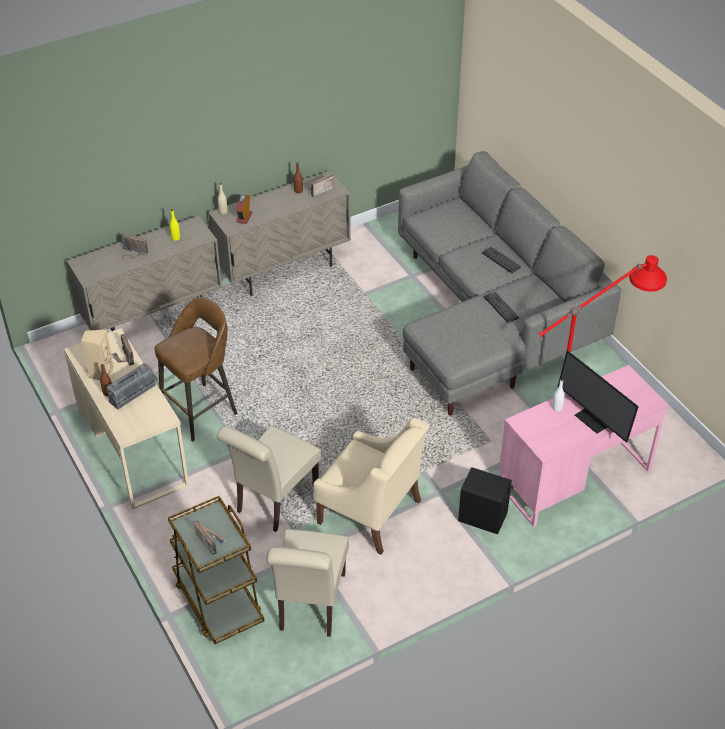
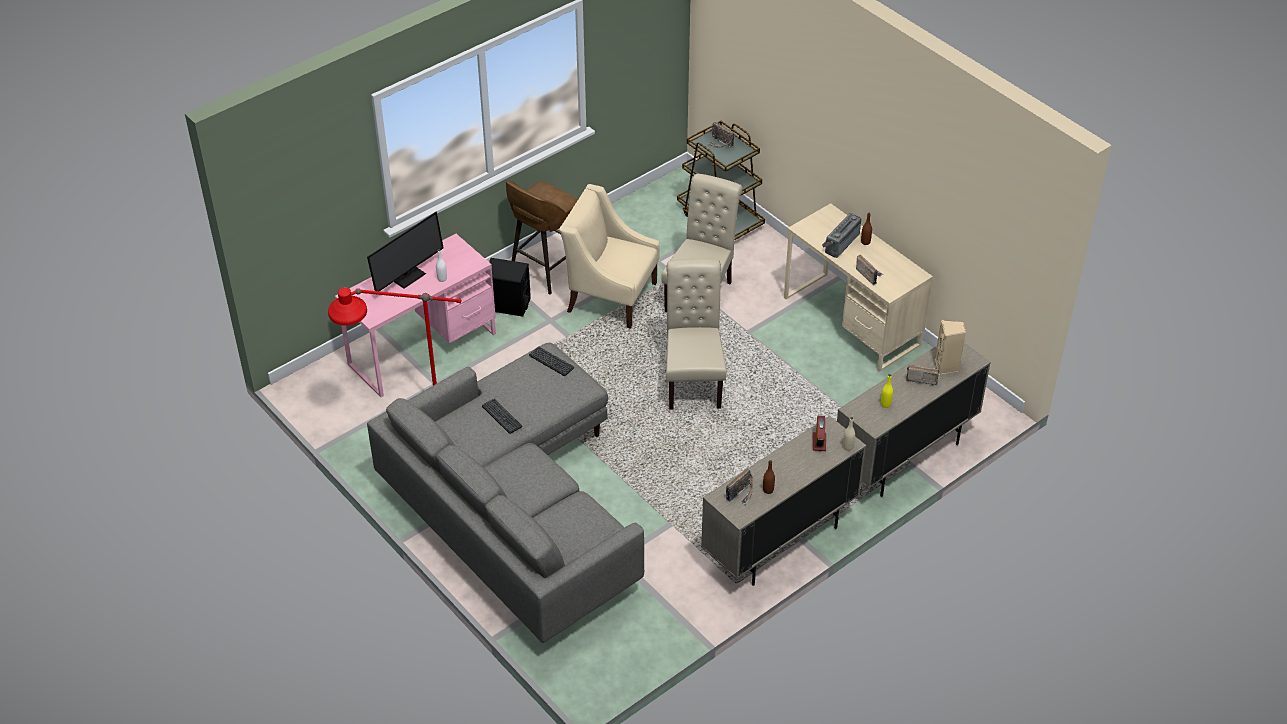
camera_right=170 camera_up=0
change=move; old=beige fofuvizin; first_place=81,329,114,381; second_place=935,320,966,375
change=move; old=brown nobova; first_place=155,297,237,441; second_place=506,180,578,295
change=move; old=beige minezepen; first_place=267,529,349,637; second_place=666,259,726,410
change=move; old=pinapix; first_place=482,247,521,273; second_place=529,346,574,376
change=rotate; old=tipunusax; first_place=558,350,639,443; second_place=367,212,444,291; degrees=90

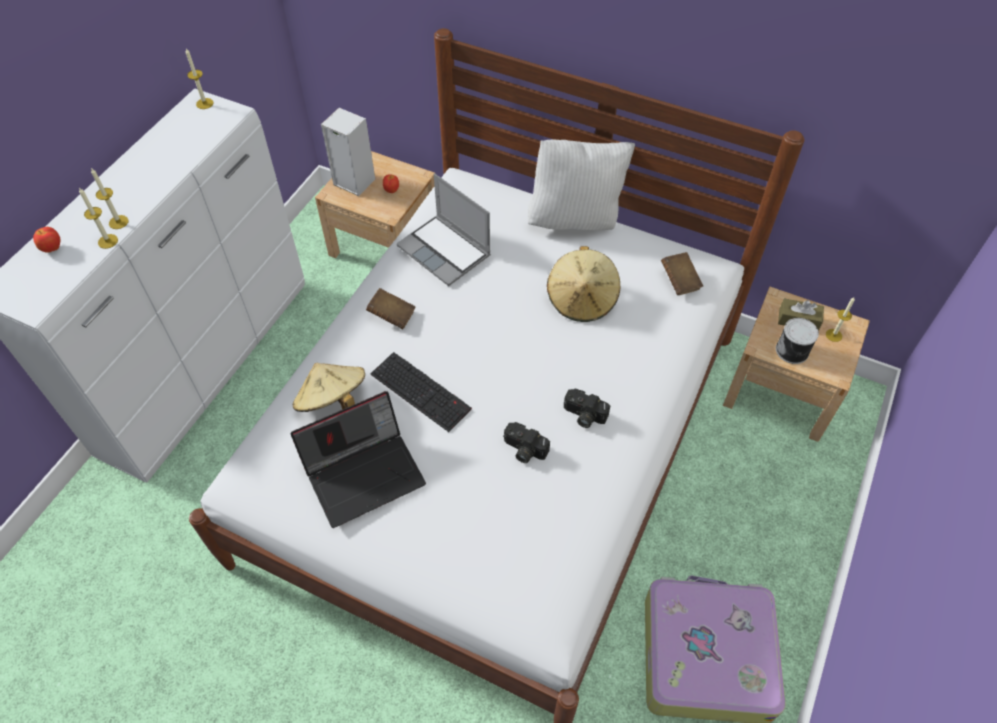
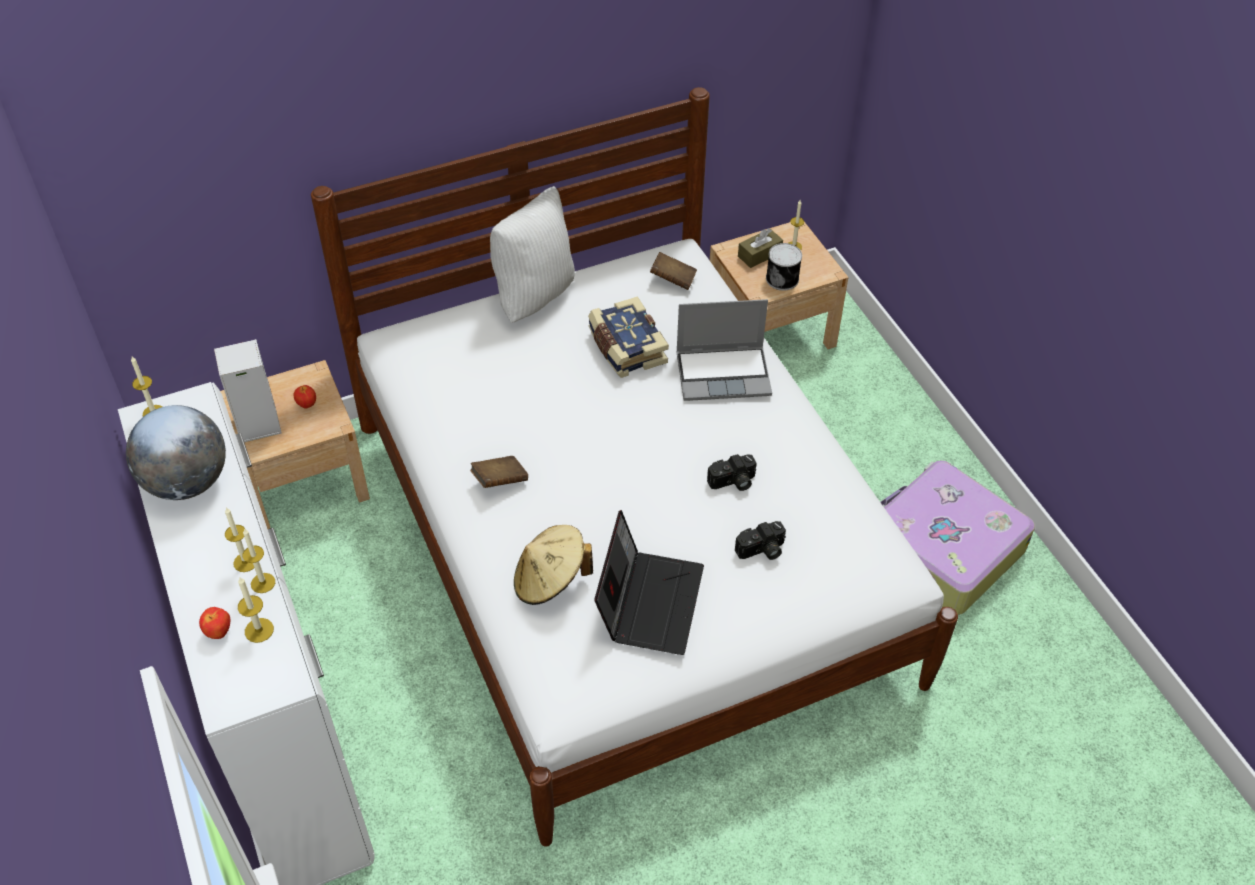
camera_right=-50 camera_up=-5
change=delete; old=pinapix; first_place=370,352,472,432
change=move; old=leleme; first_place=396,173,491,286; second_place=676,299,772,401
change=replace; old=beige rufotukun; new=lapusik; first_place=547,246,620,322; second_place=588,296,669,378
change=move; old=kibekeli; first_place=564,389,610,428; second_place=735,521,786,560
change=insert; new=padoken; second_place=126,405,226,500
change=insert; new=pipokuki; second_place=238,577,274,643

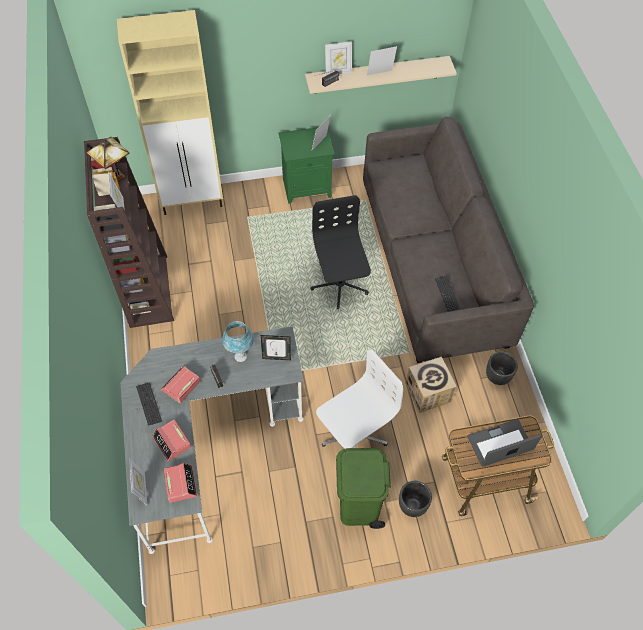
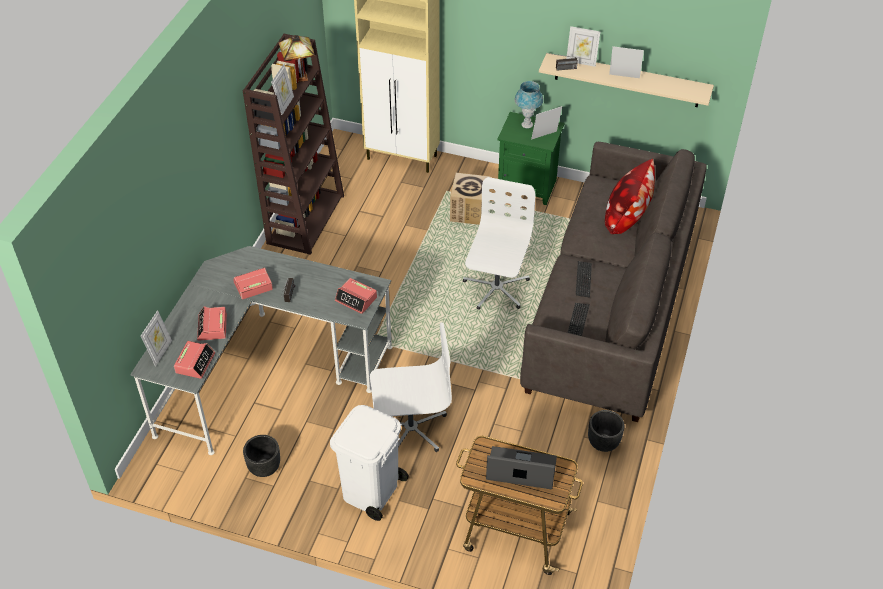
camera_right=30 camera_up=-10
change=move; old=pinapix; first_place=136,382,162,426; second_place=576,261,592,298
change=move; old=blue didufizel; first_place=222,321,254,362; second_place=515,81,543,128
change=replace; old=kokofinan; new=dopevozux; first_place=261,335,291,360; second_place=335,278,377,314
change=recolor; old=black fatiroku; new=white fatiroku; first_place=311,195,371,309; second_place=463,177,536,310
change=recolor; old=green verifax; new=white verifax; first_place=336,448,391,529; second_place=330,405,409,521
change=move; old=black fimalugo; first_place=399,481,432,517; second_place=243,435,280,477
change=move; old=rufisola; first_place=406,357,457,413; second_place=450,173,491,225
change=insert; new=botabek; second_place=605,159,655,234

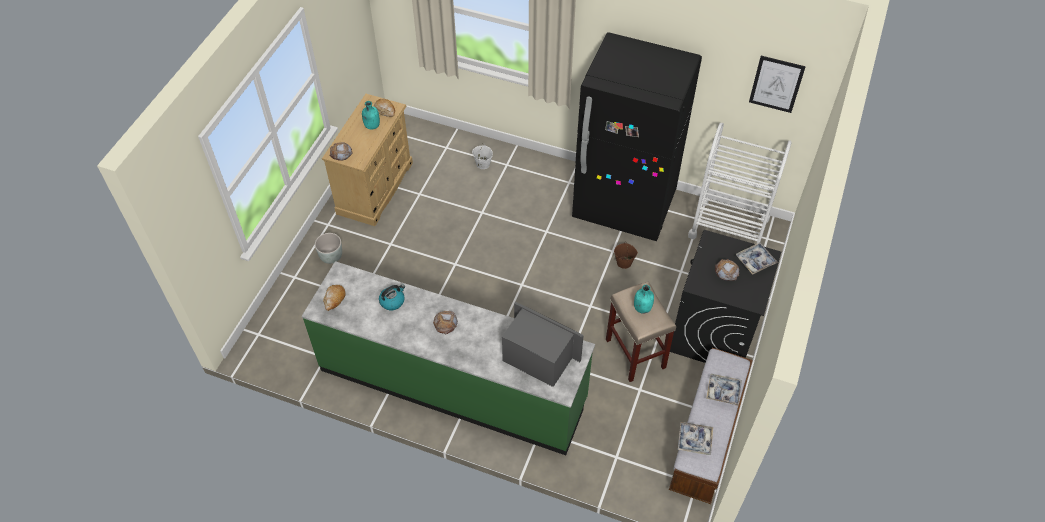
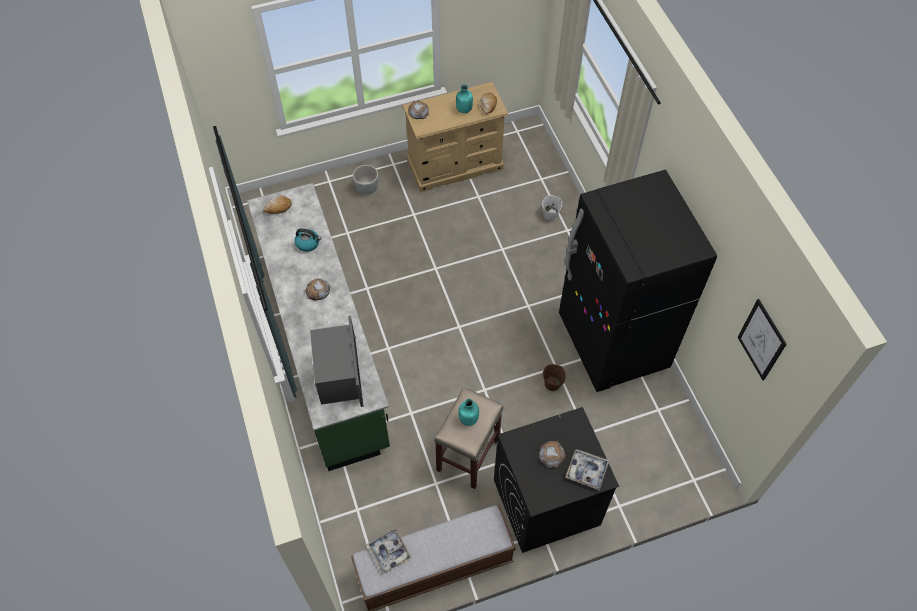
camera_right=50 camera_up=5
change=delete; old=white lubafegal; first_place=688,123,792,244
change=delete; old=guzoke; first_place=706,374,742,406

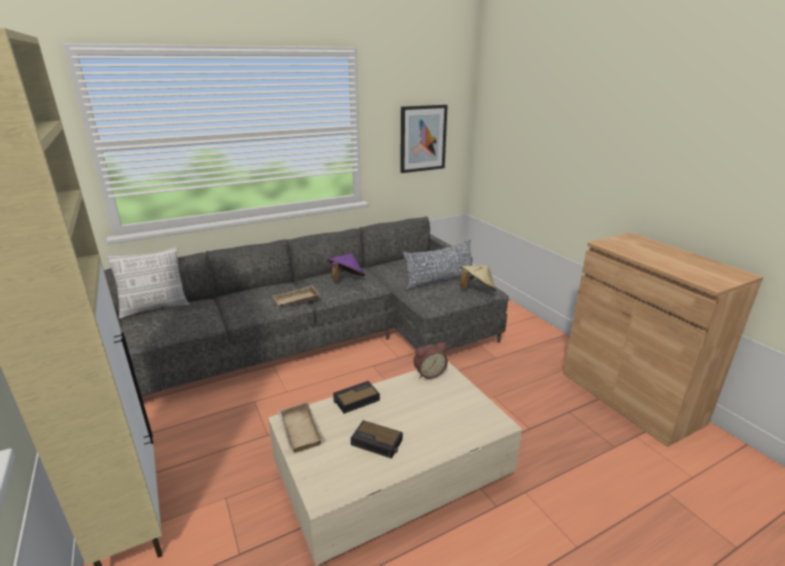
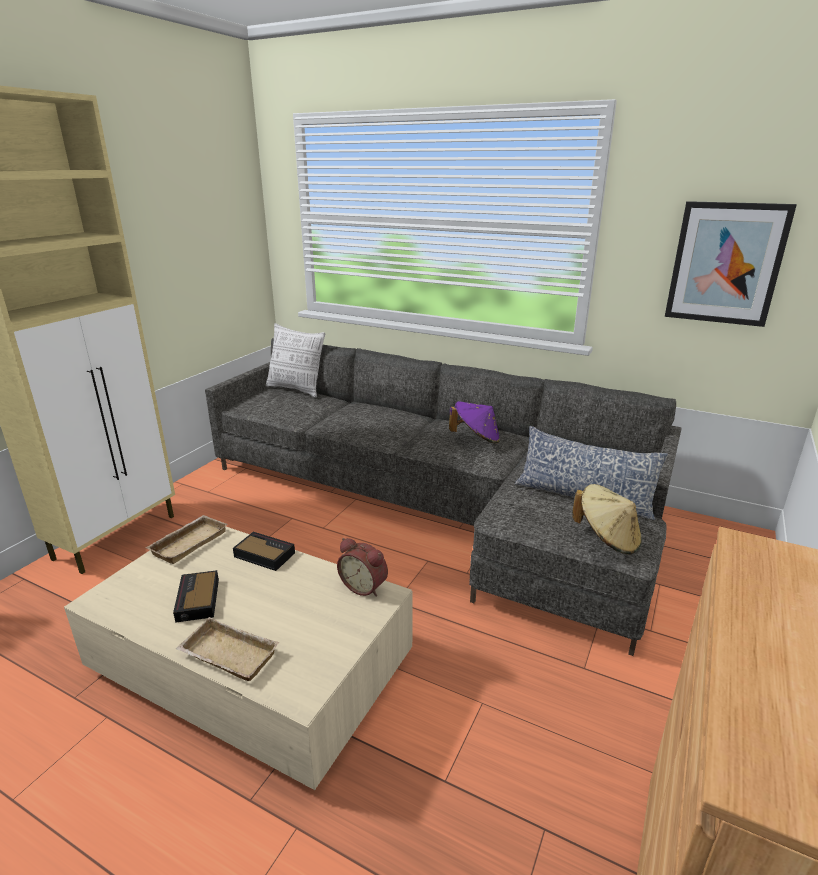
camera_right=55 camera_up=0
change=move; old=beige guzoke; first_place=272,285,319,307; second_place=176,617,279,681

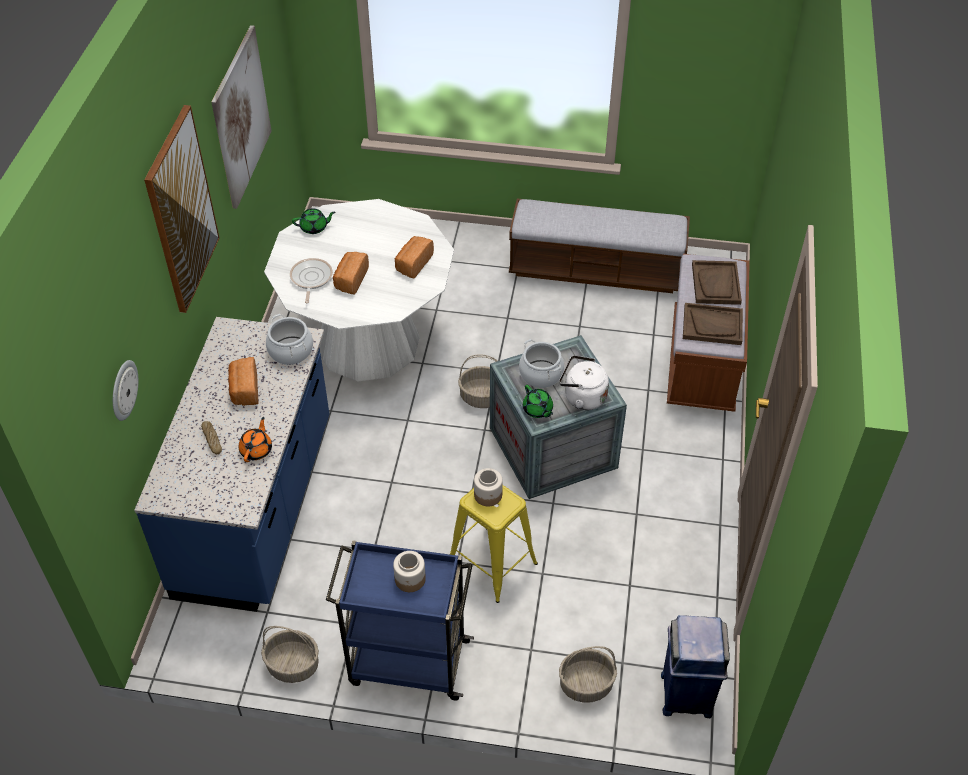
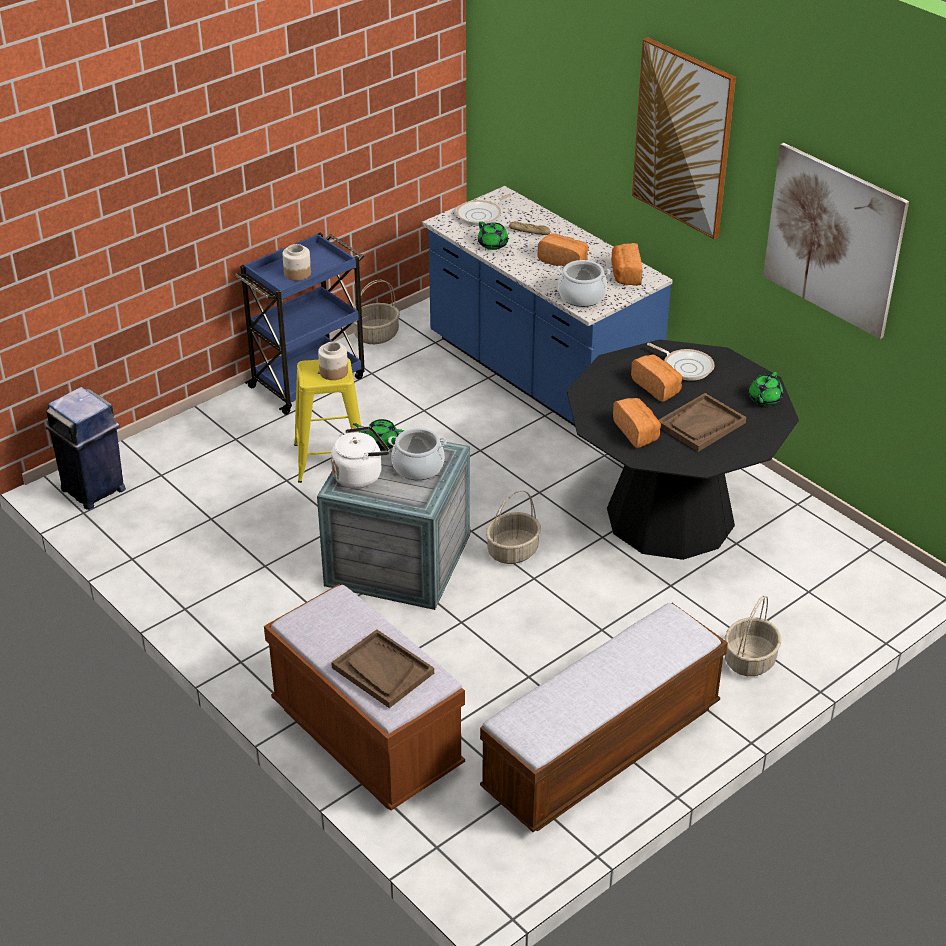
camera_right=130 camera_up=-10
change=delete; old=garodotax; first_place=113,360,138,421
change=recolor; old=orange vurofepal; new=green vurofepal; first_place=239,417,272,462; second_place=478,221,509,250
change=recolor; old=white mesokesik; new=black mesokesik; first_place=264,199,454,381; second_place=567,339,799,560
change=move; old=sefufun; first_place=559,646,617,703; second_place=725,595,781,676
change=move; old=brown guzoke; first_place=683,303,743,345; second_place=658,393,747,452
change=insert; new=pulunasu; second_place=456,193,511,226
change=insert; new=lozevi; second_place=611,243,642,286

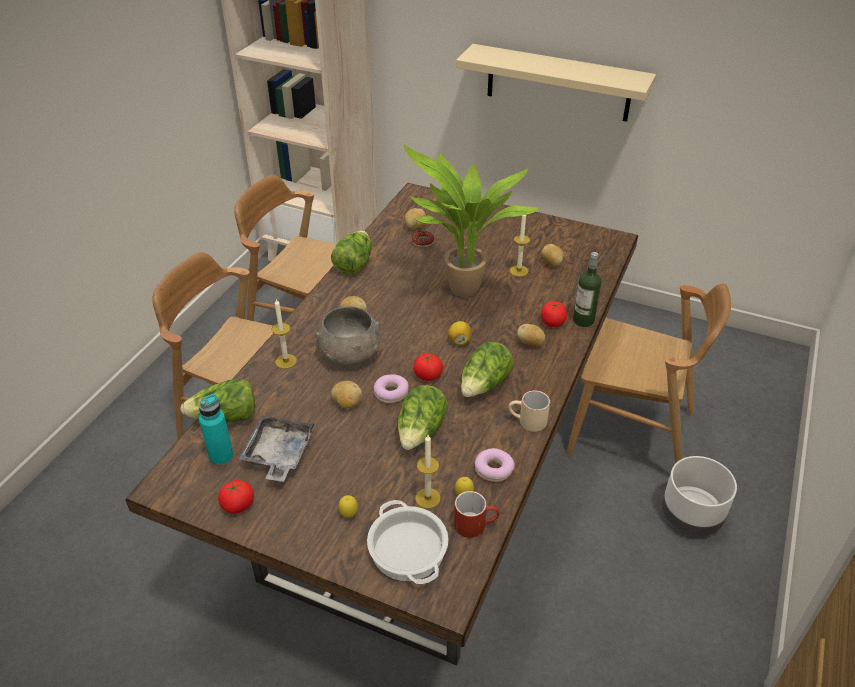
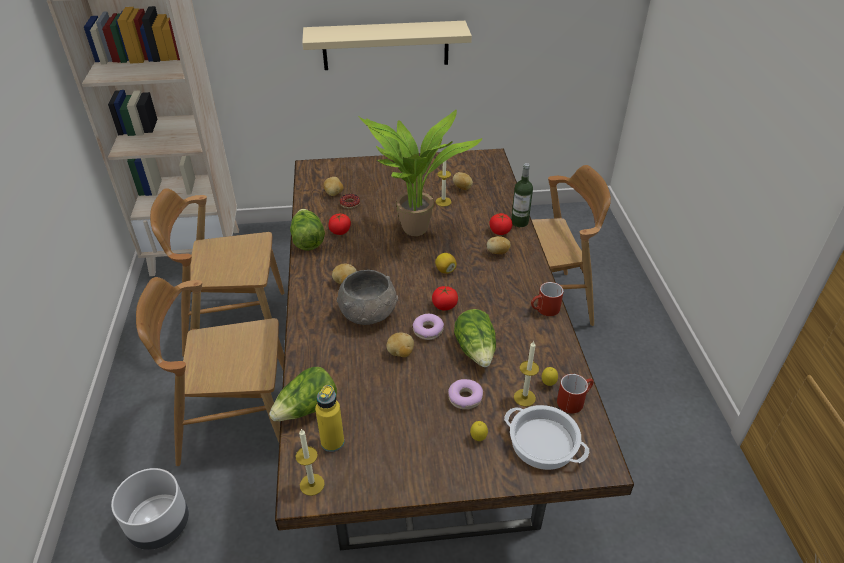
camera_right=-30 camera_up=0
change=recolor; old=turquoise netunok; new=yellow netunok; first_place=199,394,234,466; second_place=315,385,344,452
change=move; old=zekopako; first_place=218,480,254,514; second_place=328,213,351,235
change=delete; old=grey guzoke; first_place=239,416,314,482
change=move; old=pipokuki; first_place=272,299,297,369; second_place=295,429,325,496
change=delete; old=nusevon; first_place=461,342,514,397
change=move; old=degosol; first_place=475,448,515,482; second_place=448,379,483,409
change=recolor; old=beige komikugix; new=red komikugix; first_place=509,390,550,432; second_place=531,282,564,316
change=move; old=grey fimalugo; first_place=662,456,737,536; second_place=111,468,189,550

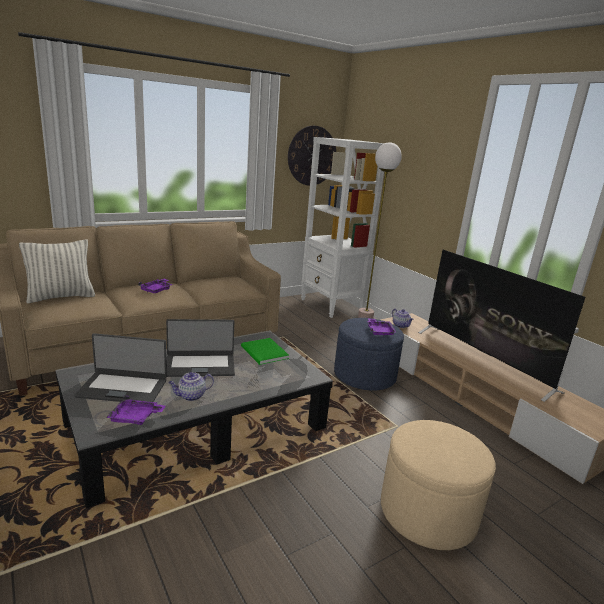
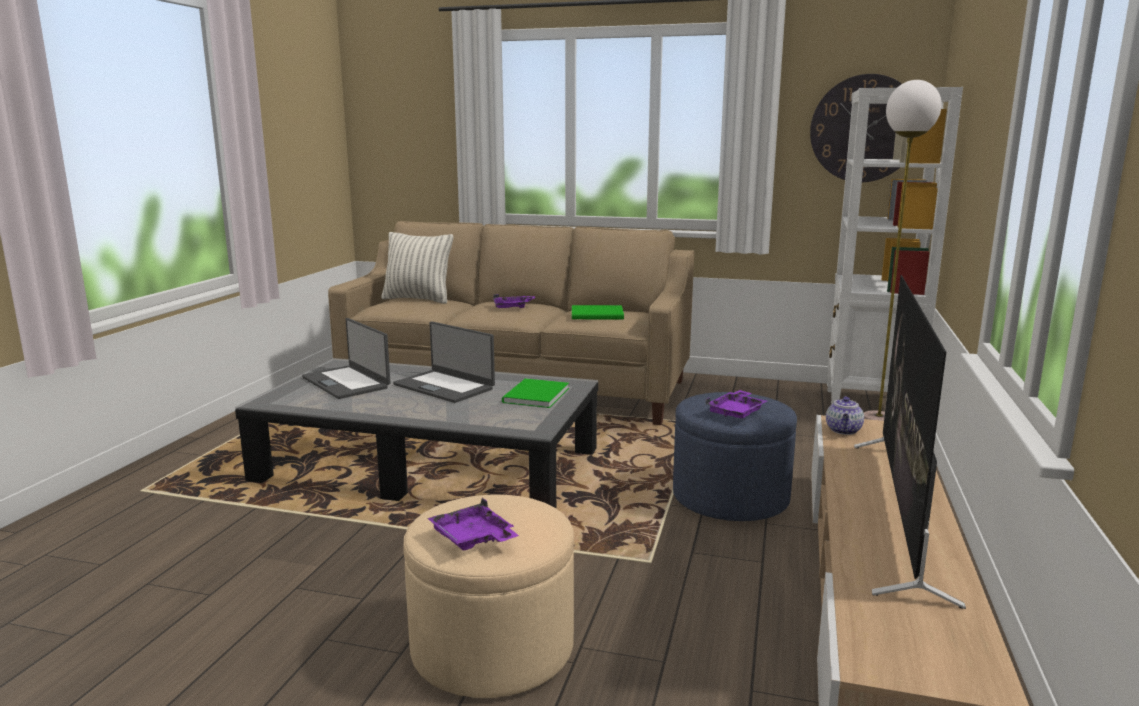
camera_right=50 camera_up=-5
change=move; old=purple guzoke; first_place=106,396,166,425; second_place=427,498,519,551
change=delete; old=vurofepal; first_place=168,372,214,401
change=insert; new=green lapusik; second_place=572,305,624,319

